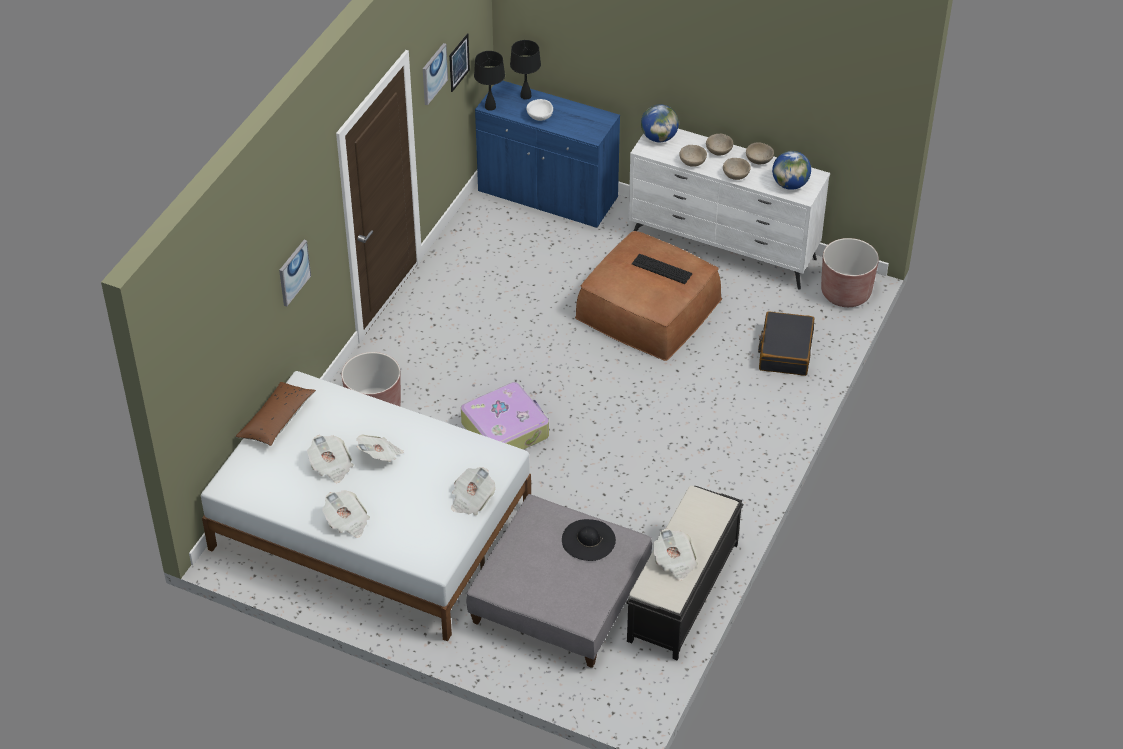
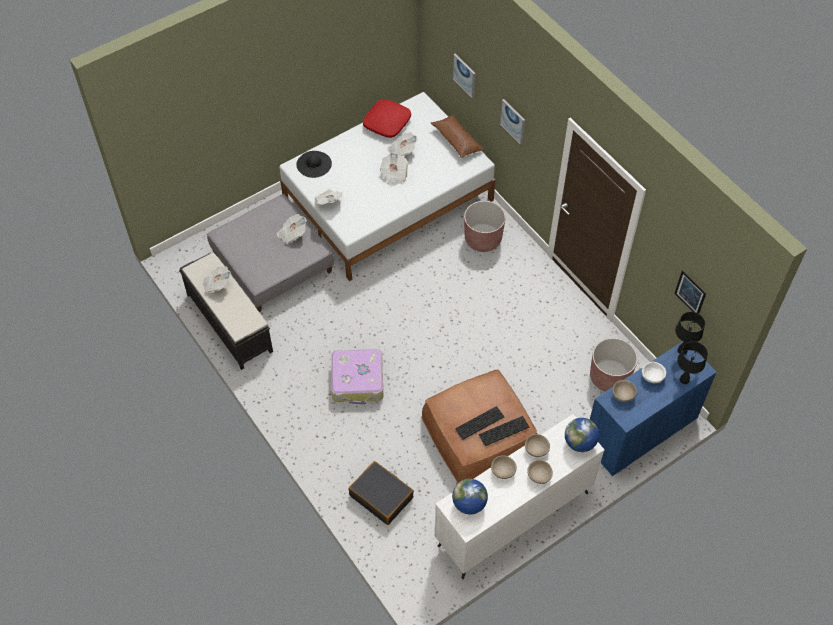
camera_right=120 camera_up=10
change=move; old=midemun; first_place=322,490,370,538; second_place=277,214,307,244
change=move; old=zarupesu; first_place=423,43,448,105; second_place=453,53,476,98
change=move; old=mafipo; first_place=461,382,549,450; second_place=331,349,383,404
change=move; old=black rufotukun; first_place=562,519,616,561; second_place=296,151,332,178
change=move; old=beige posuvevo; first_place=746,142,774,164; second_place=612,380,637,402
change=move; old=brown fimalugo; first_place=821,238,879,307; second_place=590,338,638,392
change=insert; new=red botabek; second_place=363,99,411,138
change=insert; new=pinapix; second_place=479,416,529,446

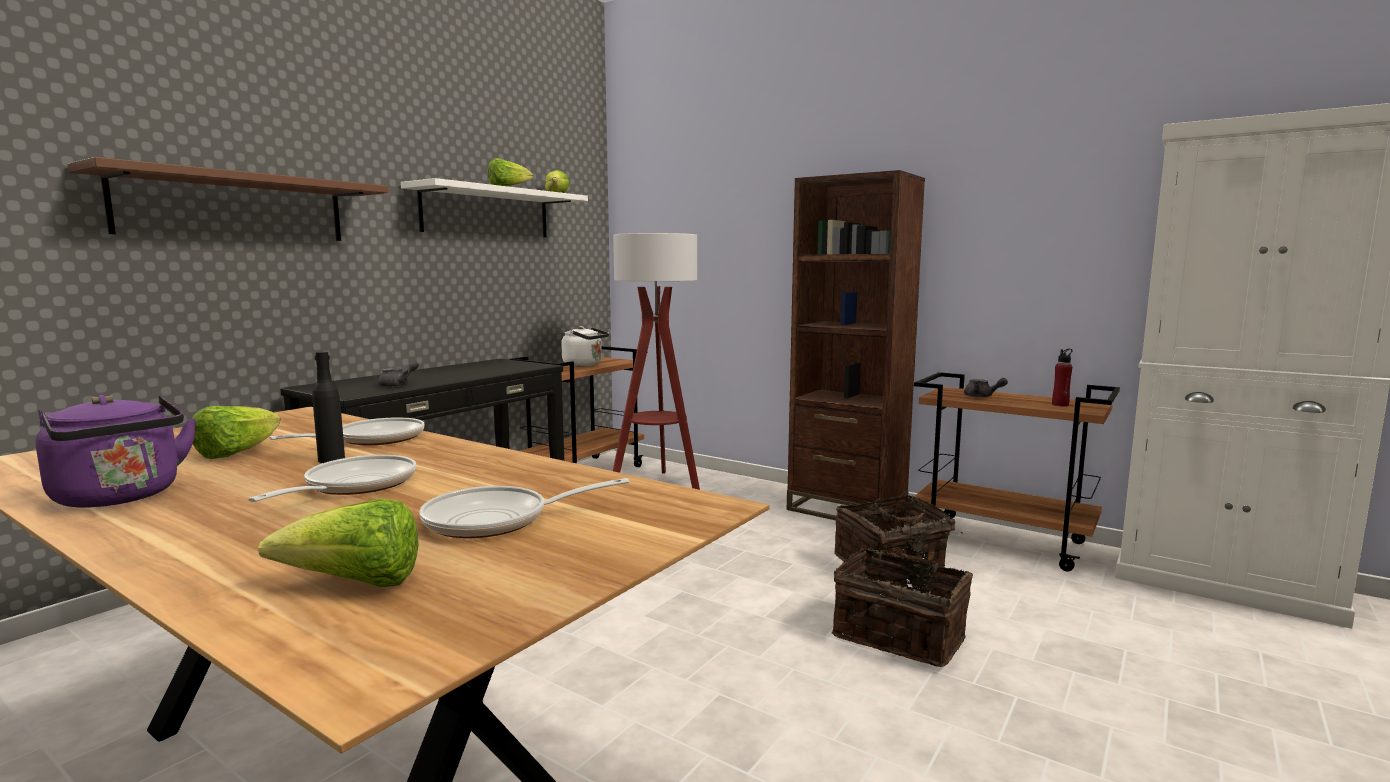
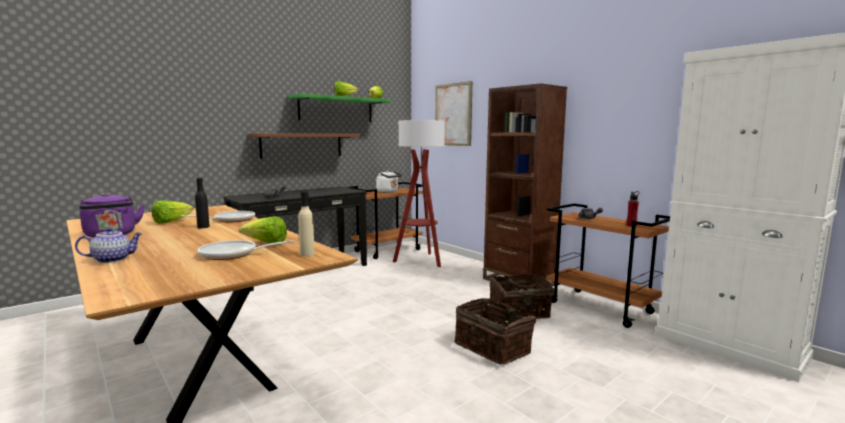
camera_right=15 camera_up=0
change=move; old=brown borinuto; first_place=67,157,389,241; second_place=249,133,361,159
change=delete; old=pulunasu; first_place=248,455,416,502
change=move; old=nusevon; first_place=258,498,419,587; second_place=239,216,287,245
change=recolor; old=white borinuto; new=green borinuto; first_place=401,178,588,237; second_place=289,93,392,122
change=insert; new=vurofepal; second_place=75,227,143,263
change=insert; new=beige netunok; second_place=298,191,314,257
change=insert; new=zarupesu; second_place=435,81,472,146

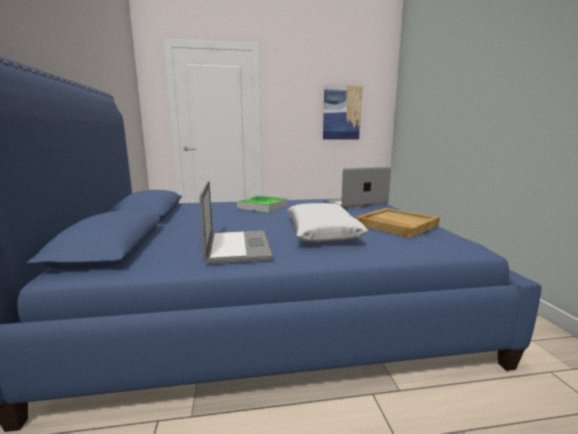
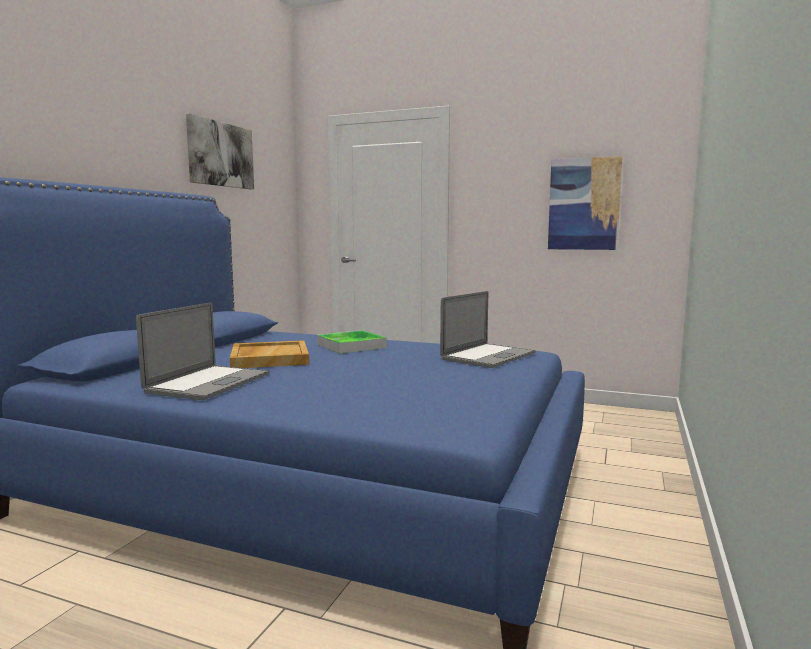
camera_right=30 camera_up=-5
change=delete; old=white botabek; first_place=288,203,368,242
change=rotate; old=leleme; first_place=324,167,391,208; second_place=440,291,535,368; degrees=120
change=move; old=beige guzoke; first_place=355,208,440,238; second_place=230,340,309,368
change=insert; new=zarupesu; second_place=186,114,254,189

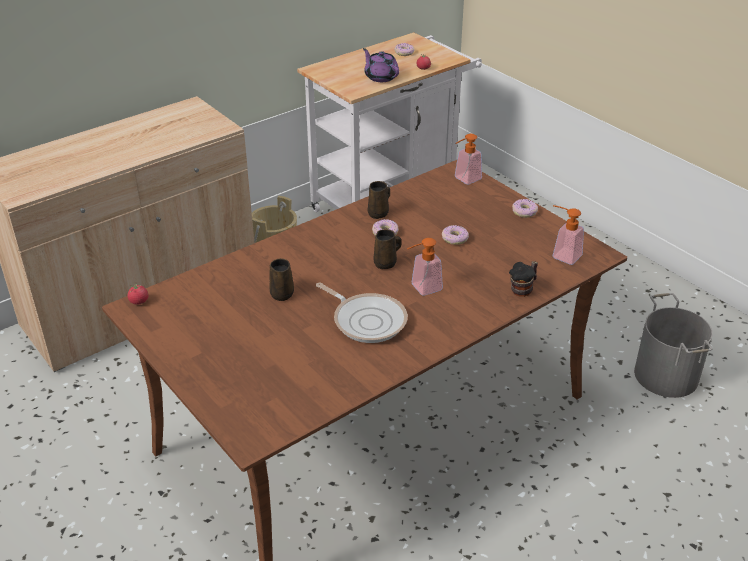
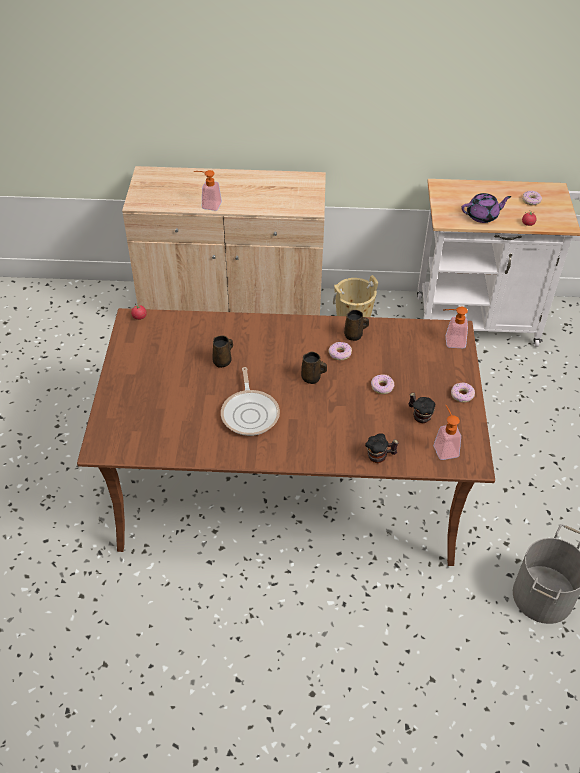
camera_right=40 camera_up=10
change=rotate; old=purple vurofepal; first_place=363,48,399,82; second_place=462,193,511,223; degrees=75
change=move; old=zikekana; first_place=407,238,443,296; second_place=194,170,222,211
change=insert; new=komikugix; second_place=408,393,435,423

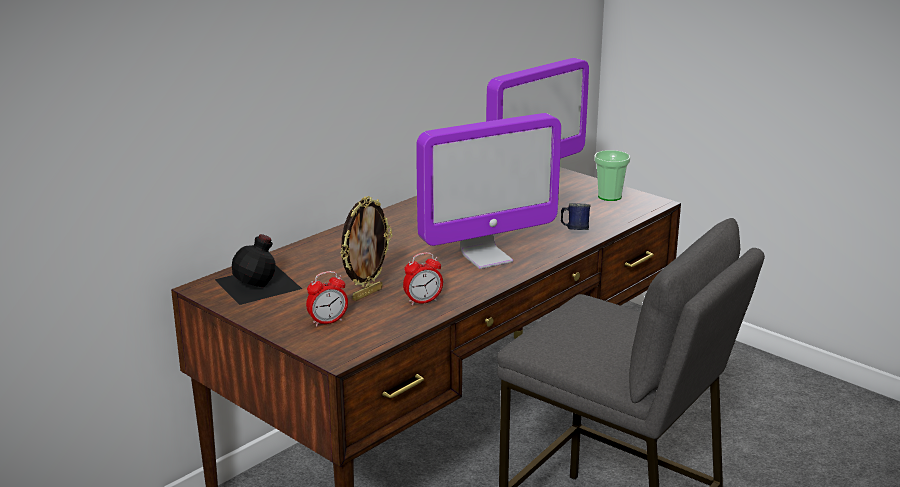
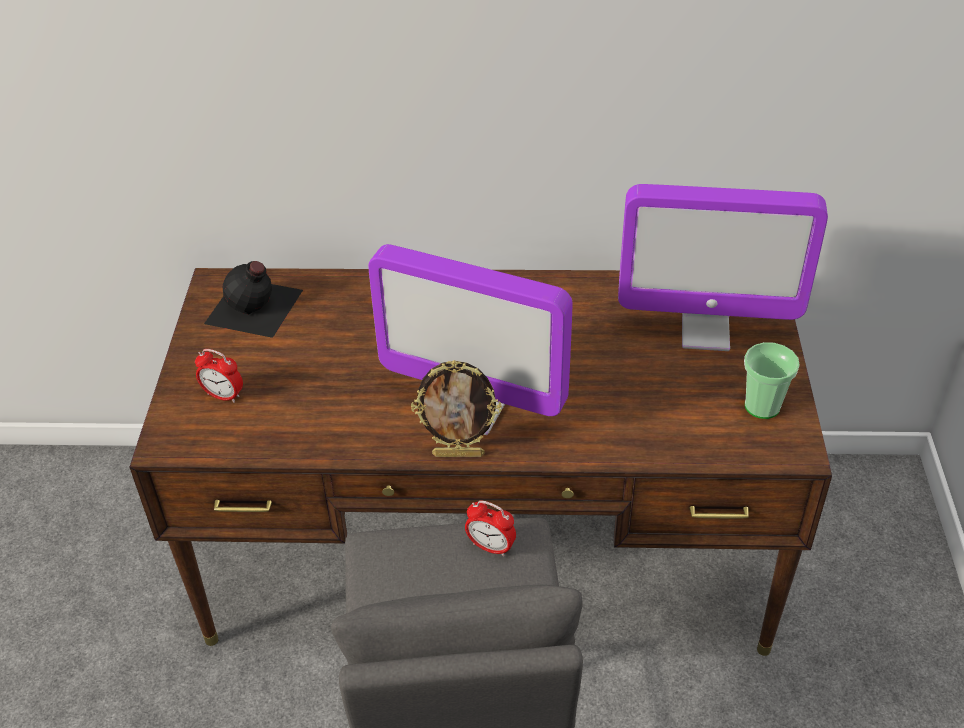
camera_right=50 camera_up=20
change=move; old=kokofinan; first_place=340,196,392,301; second_place=411,360,502,457
change=move; old=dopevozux; first_place=403,252,443,306; second_place=465,500,516,556
change=delete; old=blue komikugix; first_place=561,203,590,230

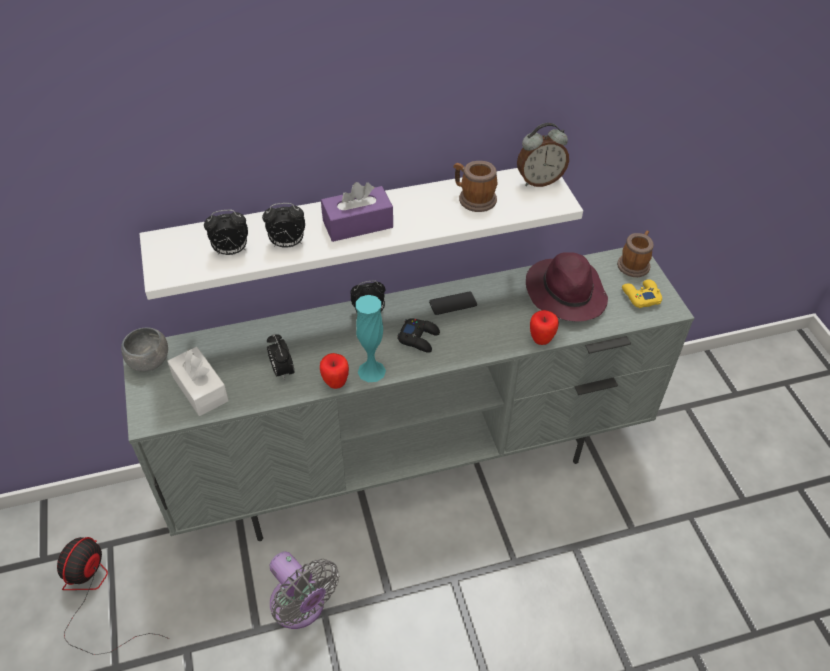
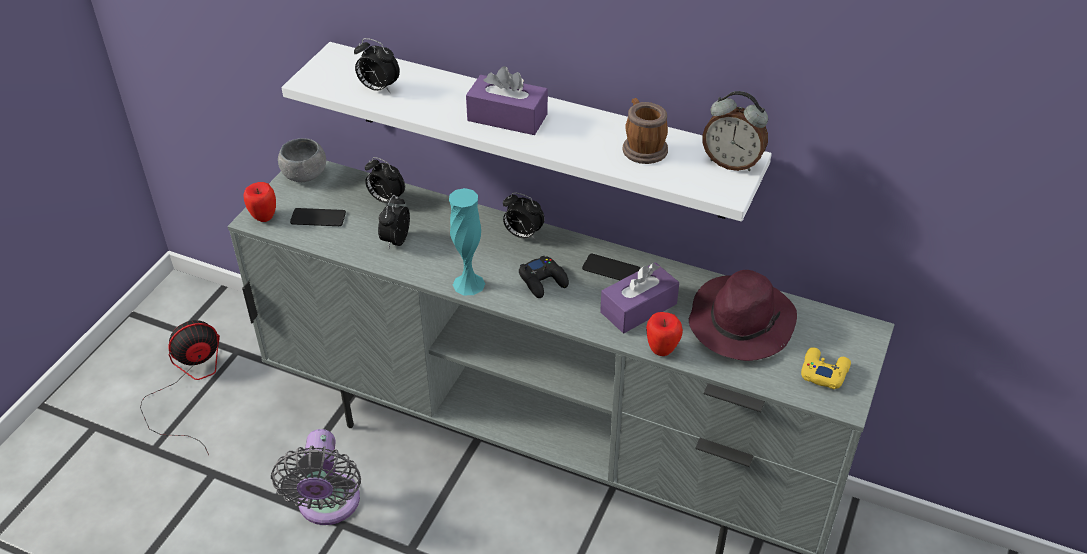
camera_right=40 camera_up=-5
change=replace; old=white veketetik; new=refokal; first_place=167,347,229,416; second_place=290,208,346,226
change=move; old=dopevozux; first_place=262,203,305,248; second_place=365,157,405,203
change=move; old=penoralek; first_place=320,353,349,389; second_place=244,182,276,222
change=delete; old=komikugix; first_place=617,230,654,277
change=insert; new=purple veketetik; second_place=600,262,679,333

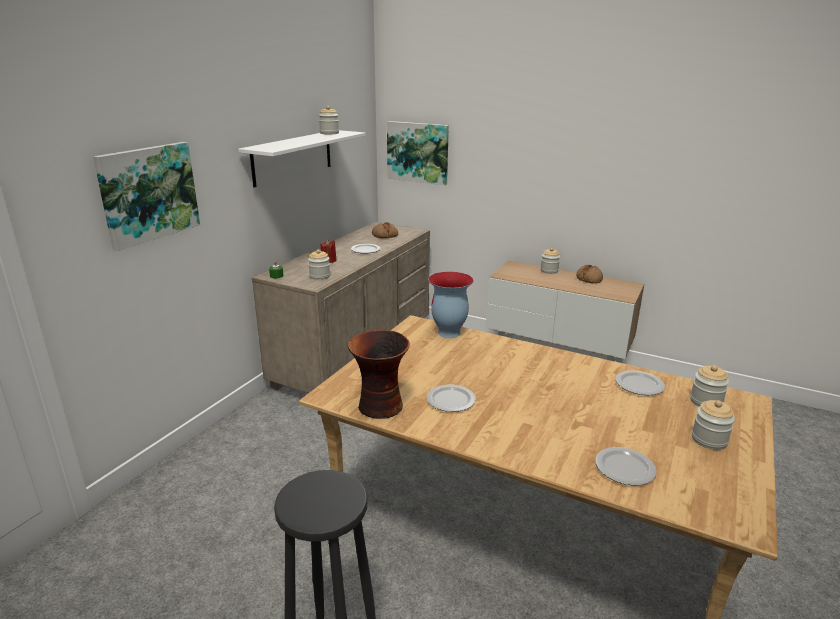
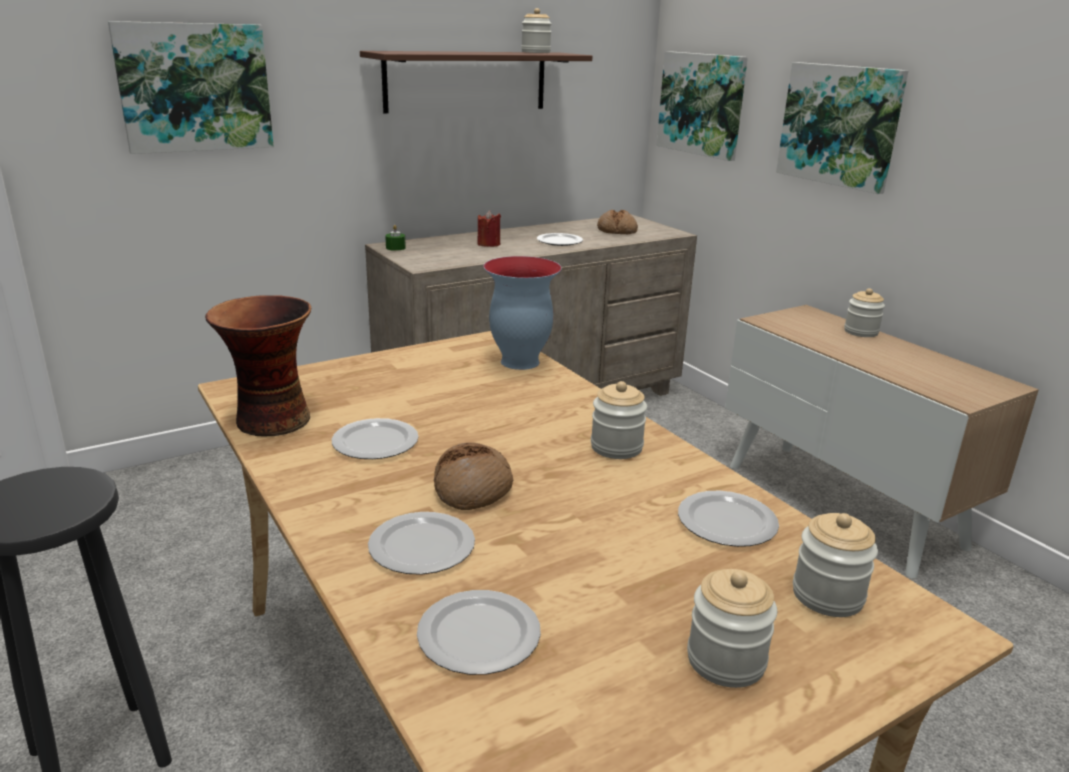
camera_right=30 camera_up=0
change=recolor; old=white borinuto; new=brown borinuto; first_place=238,130,366,188; second_place=360,51,592,113
change=move; old=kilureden; first_place=308,249,330,280; second_place=591,381,647,459
change=move; old=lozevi; first_place=576,265,603,283; second_place=434,442,513,510
change=insert; new=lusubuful; second_place=368,512,475,575
change=insert; new=zarupesu; second_place=776,62,909,194

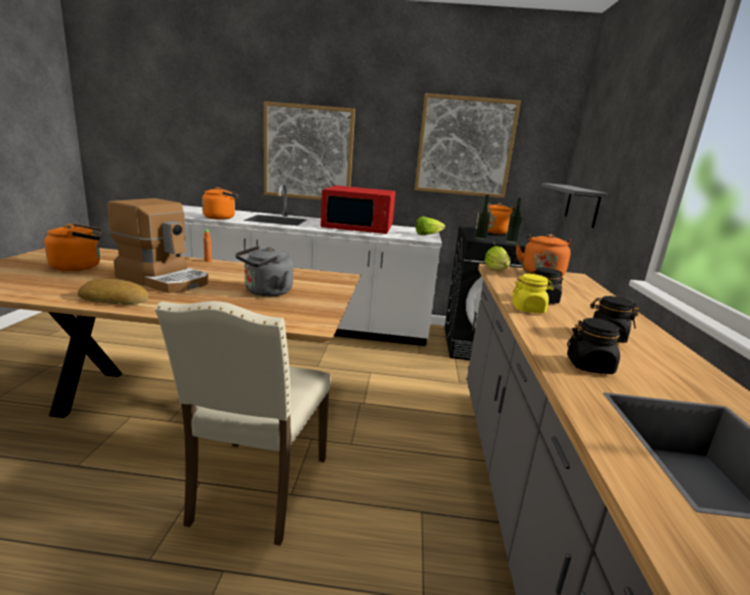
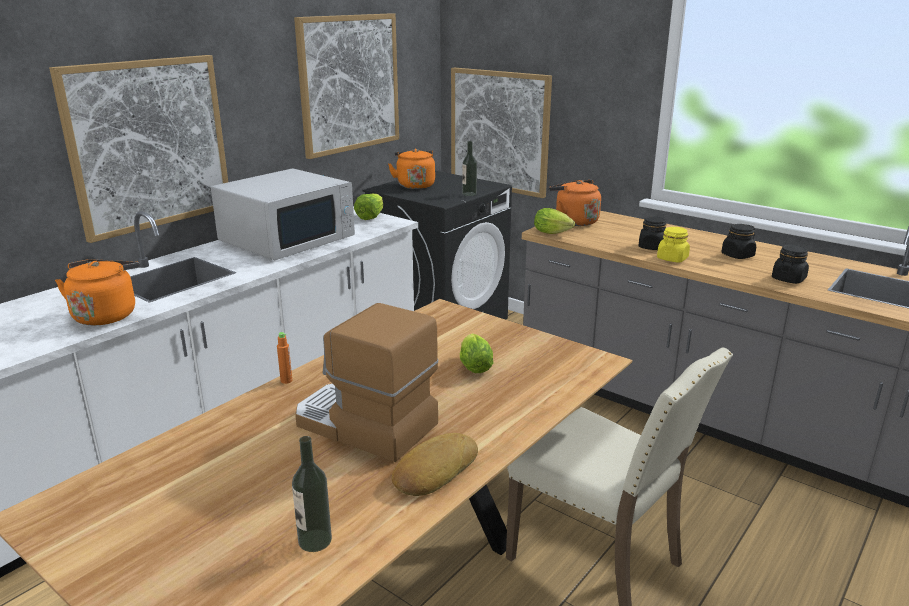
camera_right=-55 camera_up=5
change=delete; old=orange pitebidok; first_place=44,224,102,271
change=rotate; old=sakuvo; first_place=108,198,209,293; second_place=295,303,439,462; degrees=-120
change=replace; old=grey pitebidok; new=nusevon; first_place=235,246,293,297; second_place=460,333,493,373
change=recolor; old=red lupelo; new=white lupelo; first_place=320,185,396,234; second_place=211,168,355,260
change=move; old=netunok; first_place=475,194,491,240; second_place=292,436,332,552
change=replace; old=grey borinuto; new=zarupesu; first_place=541,183,608,228; second_place=451,68,552,198

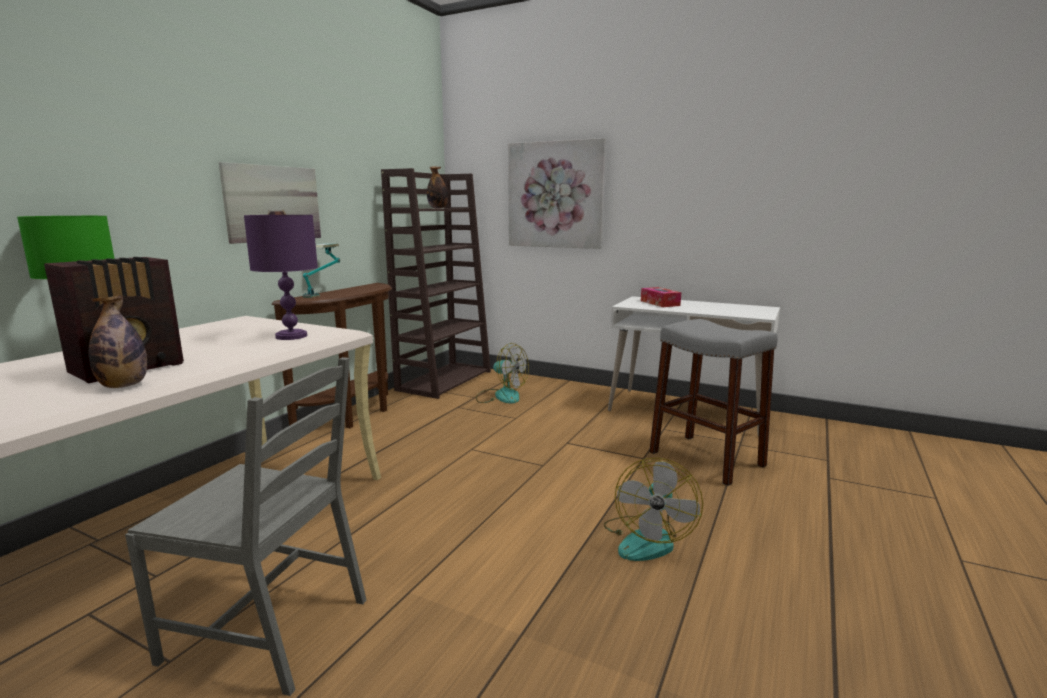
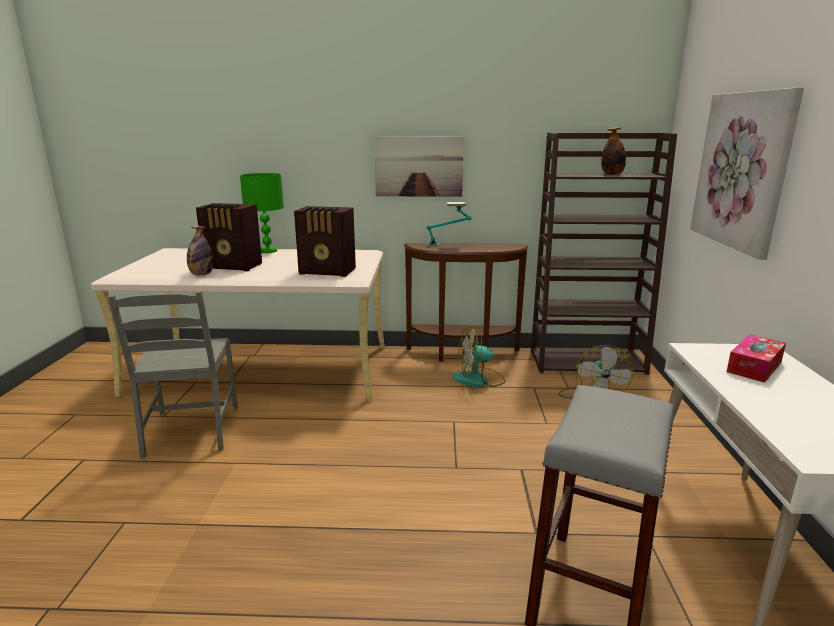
camera_right=65 camera_up=5
change=replace; old=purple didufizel; new=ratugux; first_place=244,215,318,340; second_place=294,206,356,277
change=move; old=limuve; first_place=604,458,703,561; second_place=453,326,505,388

